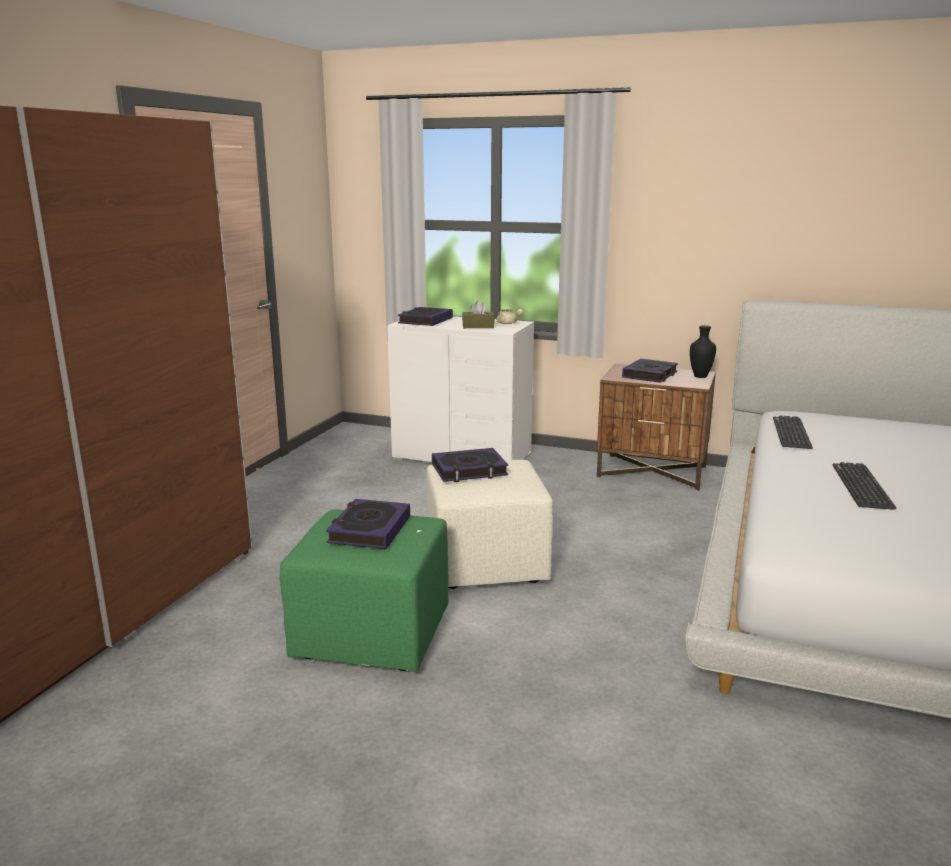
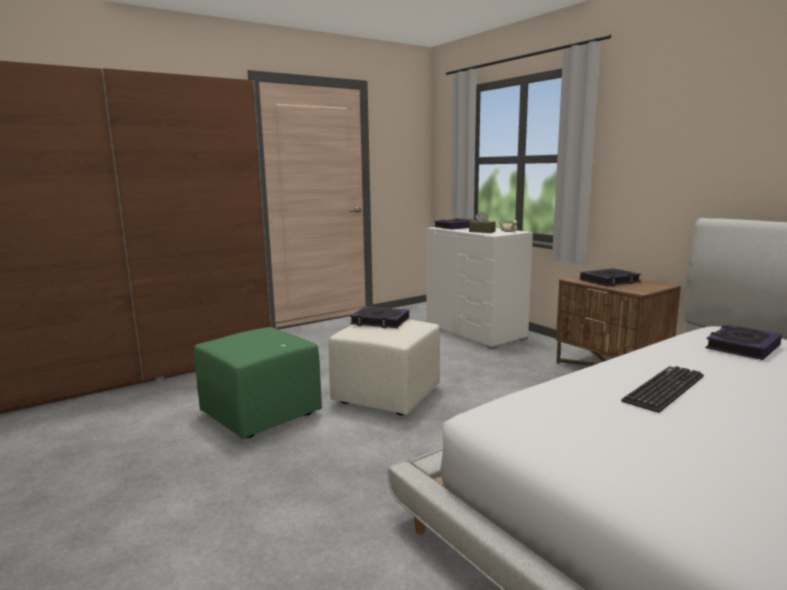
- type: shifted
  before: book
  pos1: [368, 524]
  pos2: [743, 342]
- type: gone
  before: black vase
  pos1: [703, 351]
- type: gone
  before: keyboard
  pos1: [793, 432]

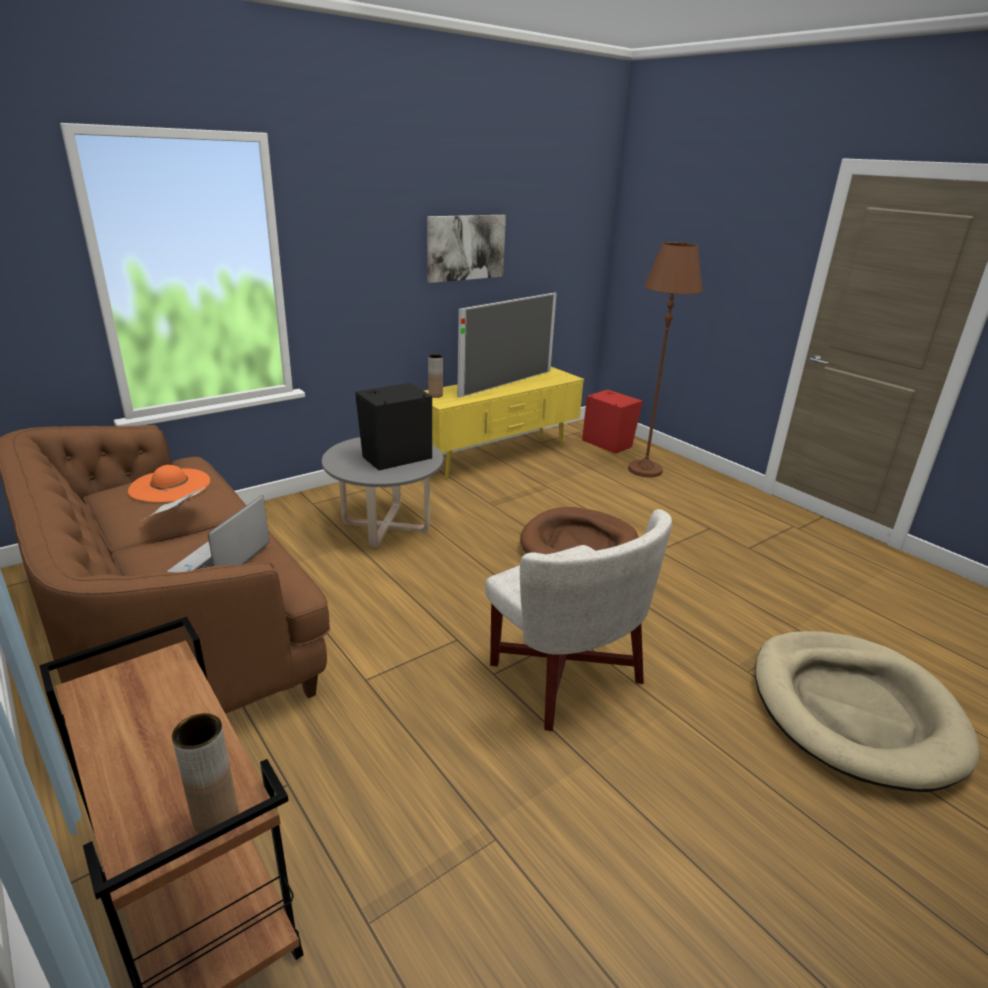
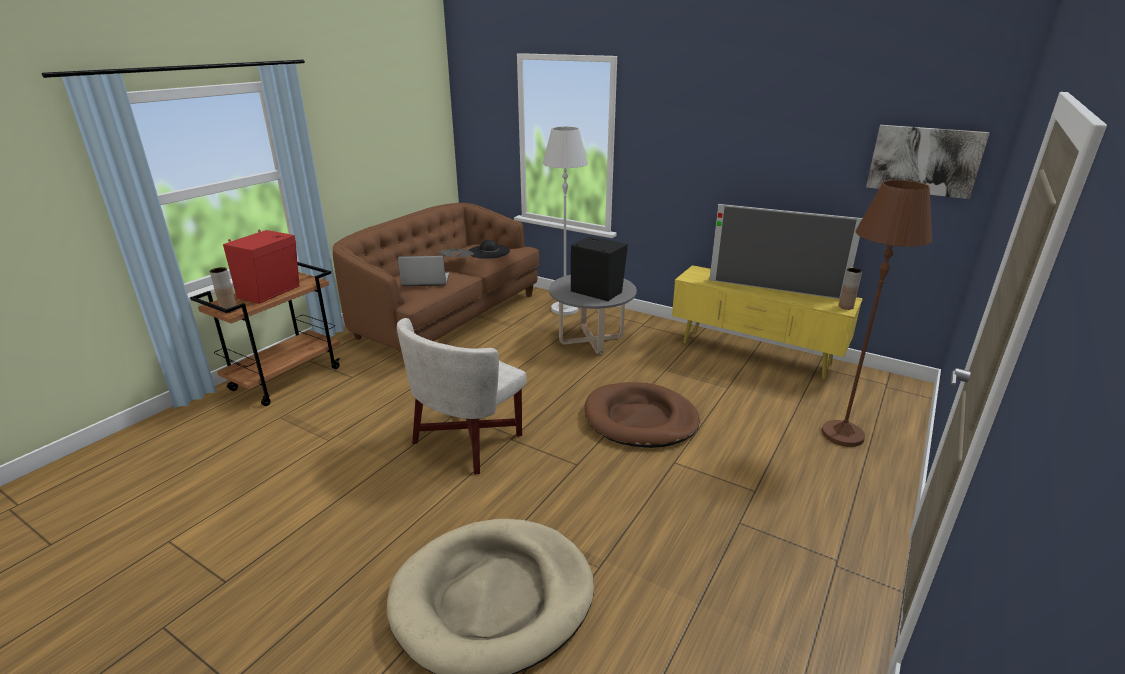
- type: repainted
  before: orange hat
  after: black hat
  pos1: [169, 483]
  pos2: [489, 249]
- type: shifted
  before: picture
  pos1: [466, 249]
  pos2: [928, 162]
- type: shifted
  before: brown vase
  pos1: [435, 376]
  pos2: [850, 289]
- type: shifted
  before: red speaker
  pos1: [612, 422]
  pos2: [261, 266]
- type: new
  after: white floor lamp
  pos2: [565, 220]

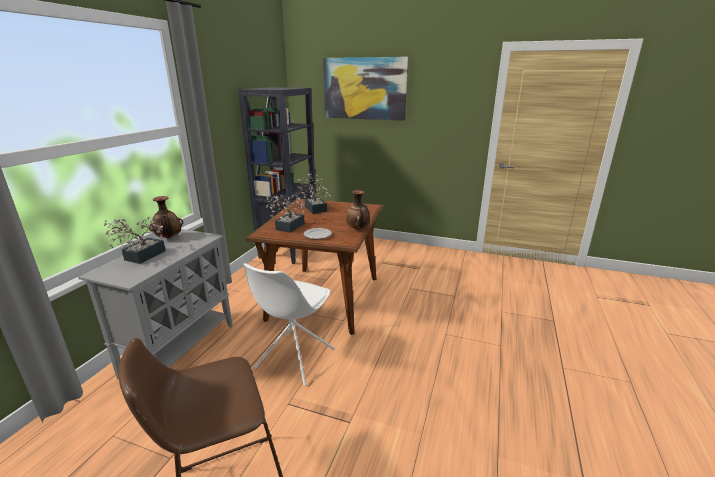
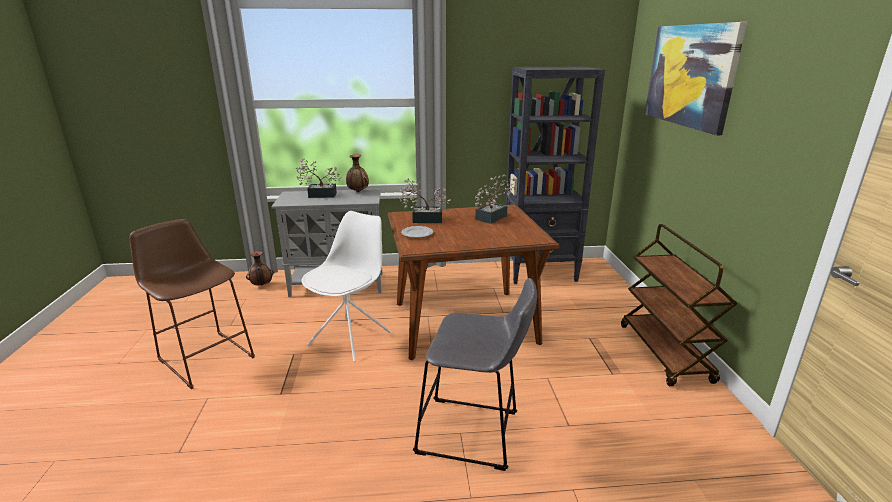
- type: rotated
  before: white chair
  pos1: [288, 324]
  pos2: [346, 286]
  turn: 120
- type: shifted
  before: vase
  pos1: [358, 210]
  pos2: [260, 268]
- type: new
  after: grey stool
  pos2: [475, 374]
- type: new
  after: brown cart
  pos2: [679, 305]

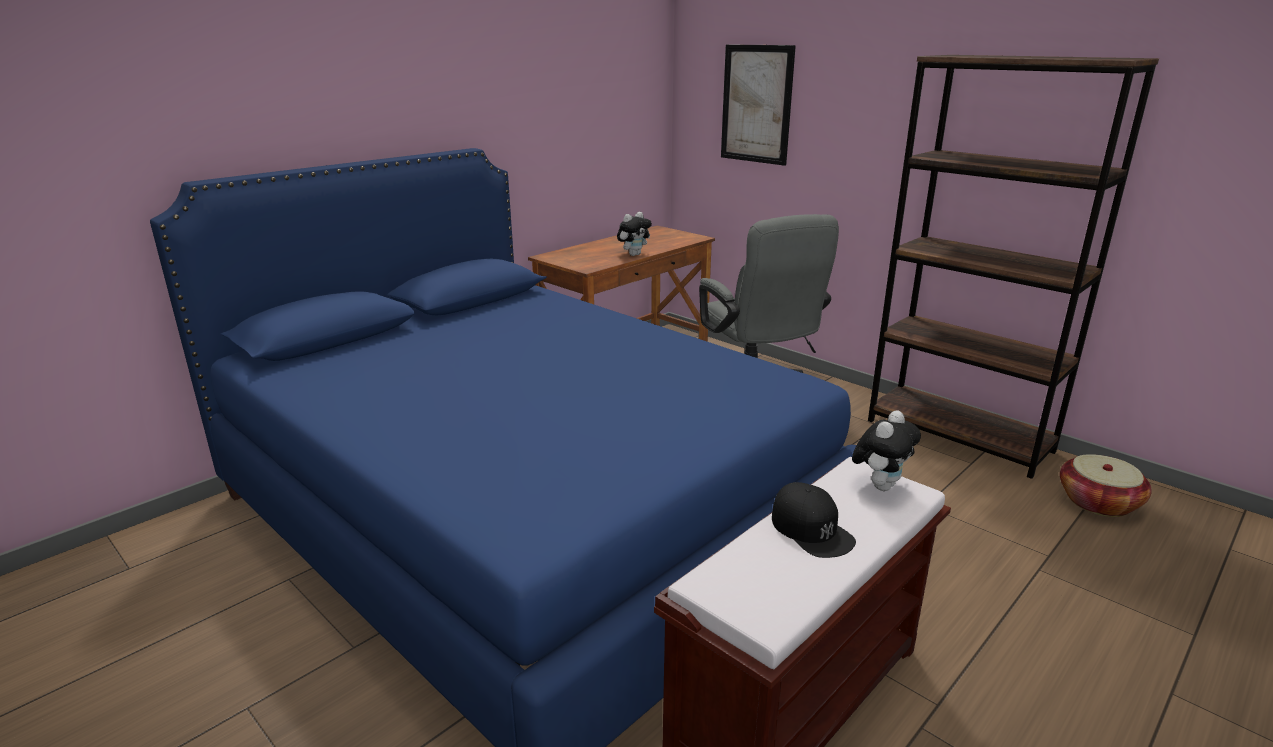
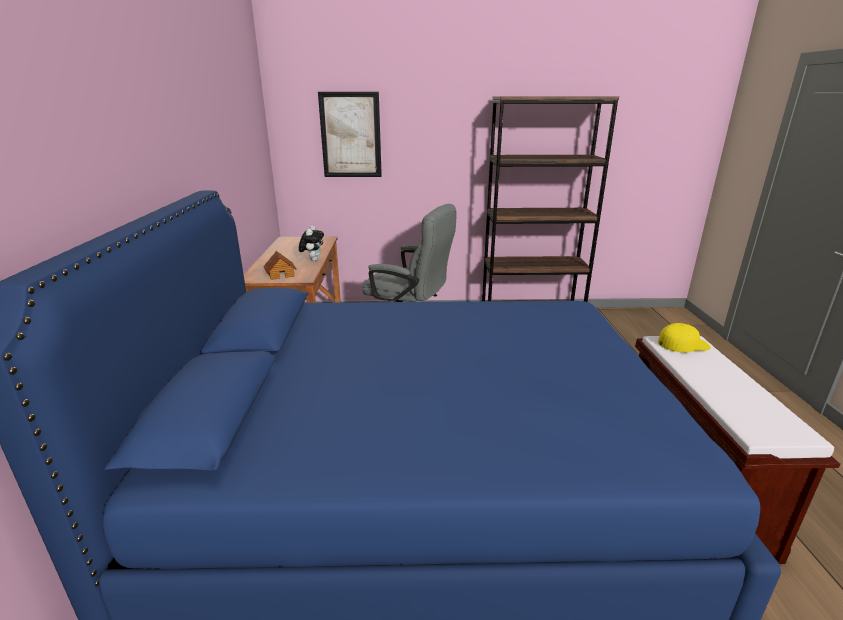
- type: gone
  before: black cap
  pos1: [814, 520]
- type: swapped
  before: plush toy
  after: yellow cap
  pos1: [886, 450]
  pos2: [684, 338]
- type: gone
  before: basket
  pos1: [1106, 485]
- type: new
  after: toy house
  pos2: [280, 265]

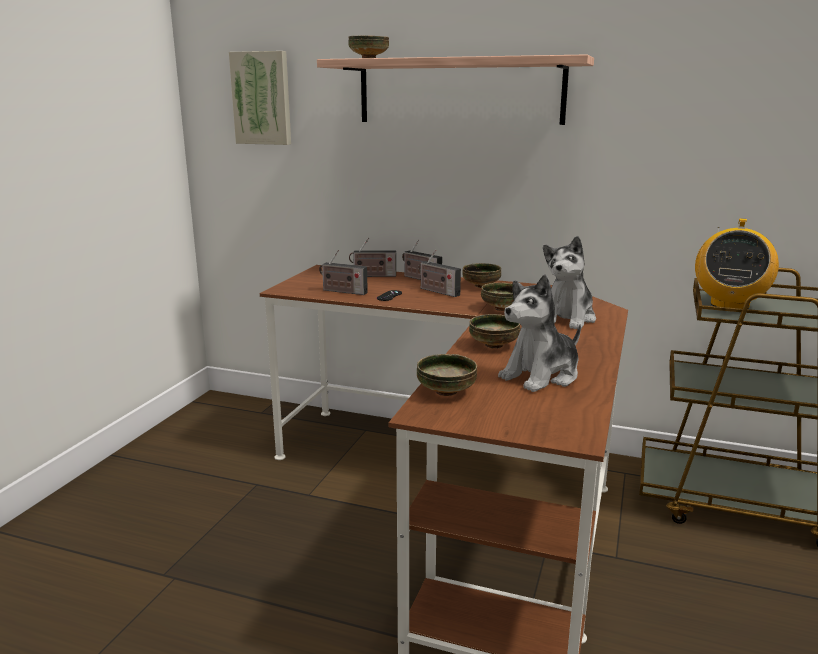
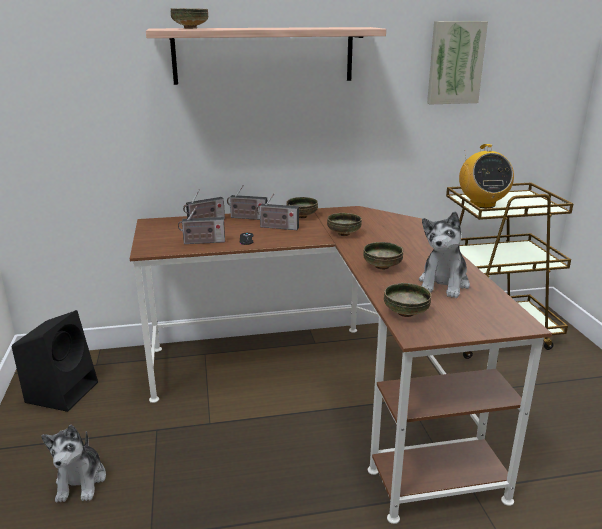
- type: shifted
  before: picture
  pos1: [260, 98]
  pos2: [457, 63]
- type: shifted
  before: plush toy
  pos1: [569, 282]
  pos2: [73, 464]
- type: new
  after: black speaker
  pos2: [55, 361]

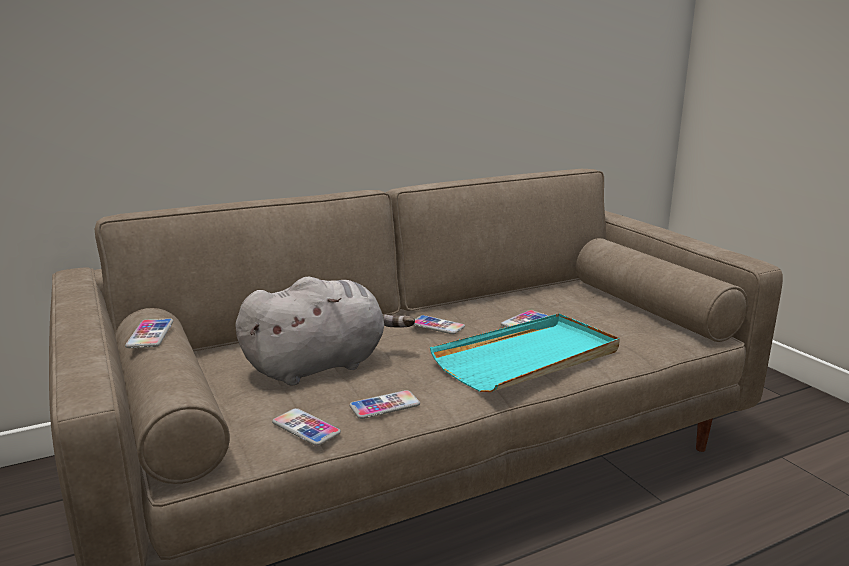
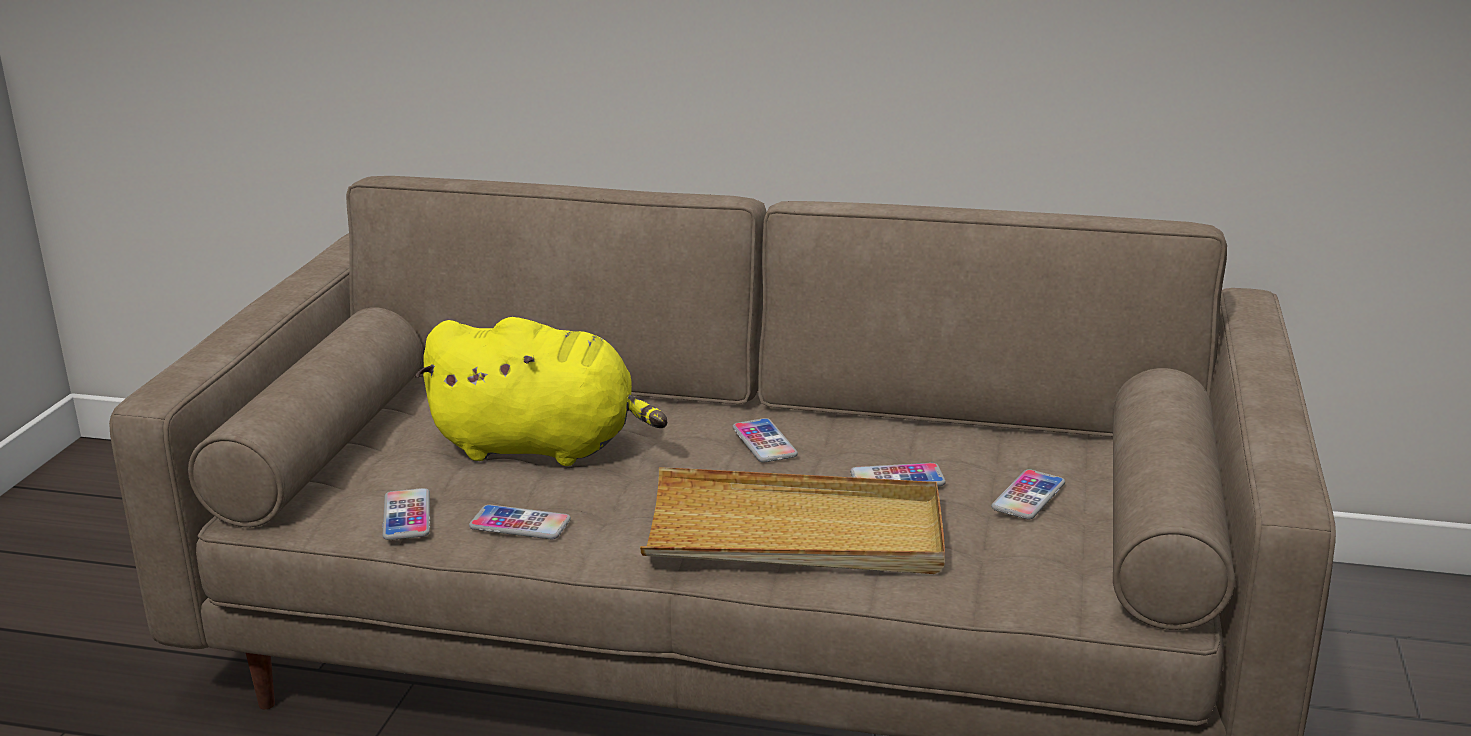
- type: shifted
  before: phone
  pos1: [149, 333]
  pos2: [1028, 494]
- type: repainted
  before: grey plush toy
  after: yellow plush toy
  pos1: [325, 331]
  pos2: [541, 391]
- type: repainted
  before: turquoise tray
  after: beige tray
  pos1: [525, 353]
  pos2: [792, 520]

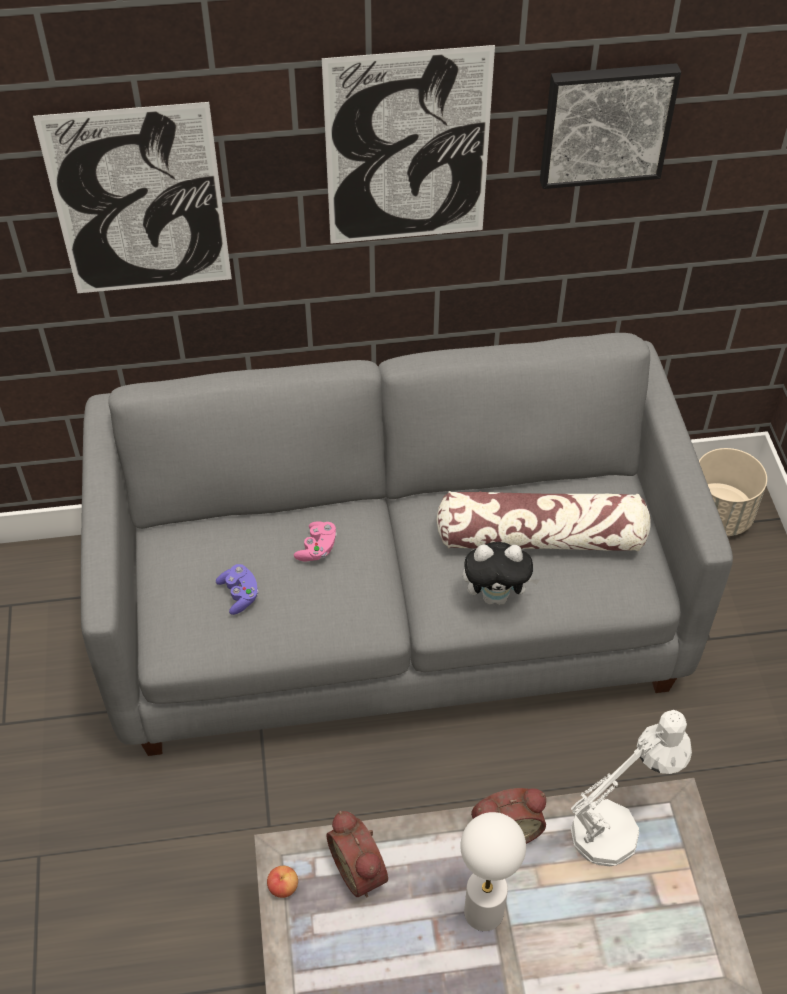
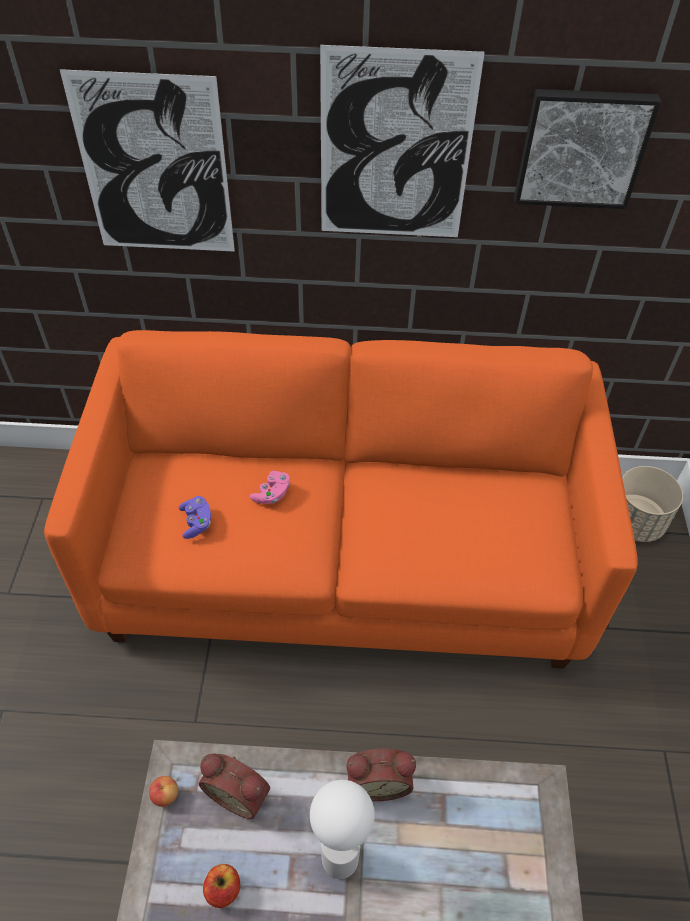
- type: repainted
  before: grey sofa
  after: orange sofa
  pos1: [407, 544]
  pos2: [341, 499]
- type: rotated
  before: alarm clock
  pos1: [357, 854]
  pos2: [234, 786]
  turn: -45
- type: gone
  before: pillow
  pos1: [543, 521]
- type: gone
  before: plush toy
  pos1: [501, 573]
- type: gone
  before: white table lamp
  pos1: [631, 788]
- type: new
  after: apple
  pos2: [221, 886]

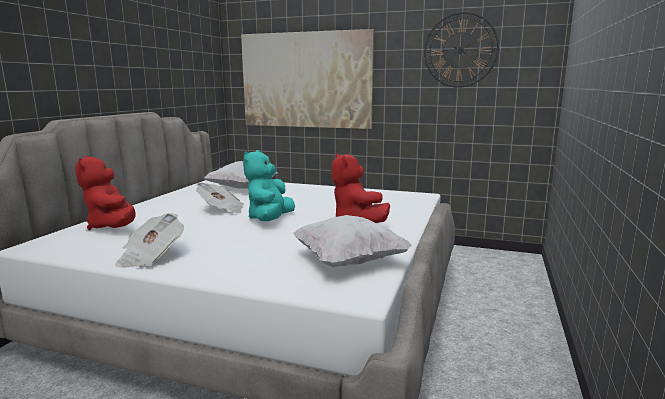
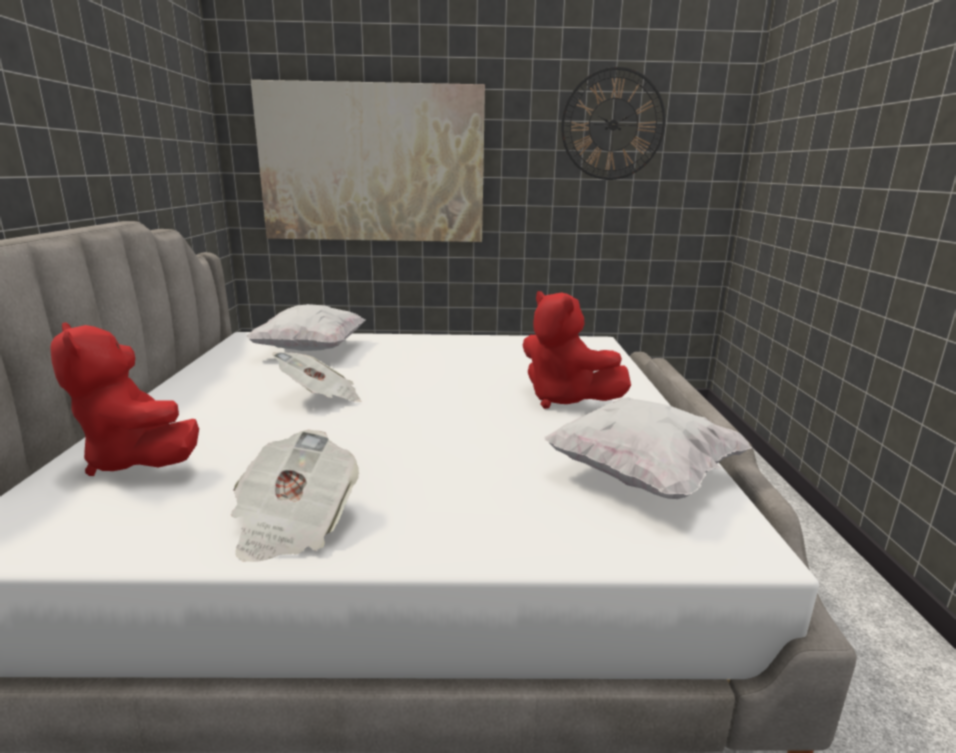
- type: gone
  before: turquoise plush toy
  pos1: [269, 185]

